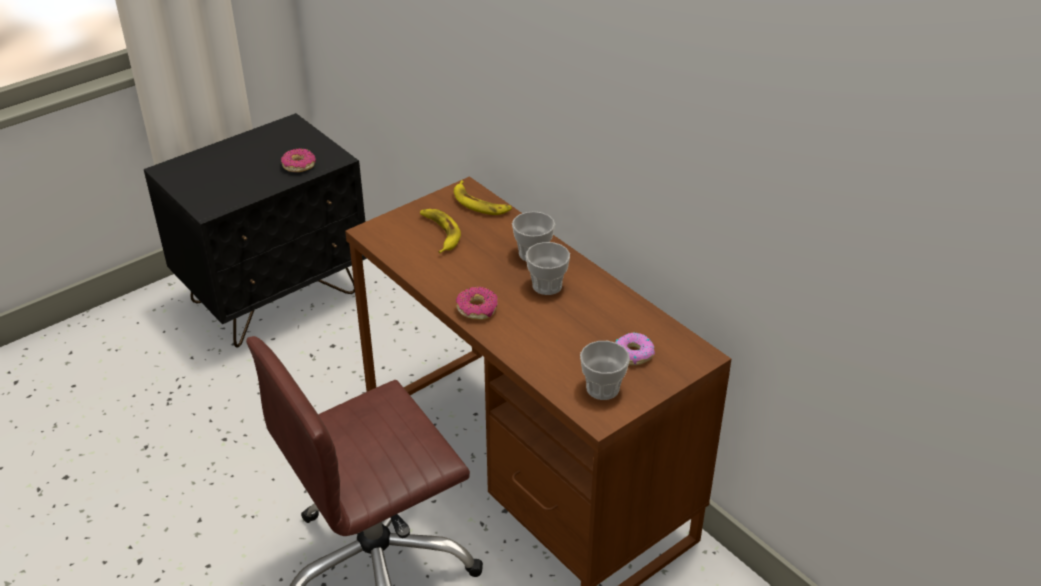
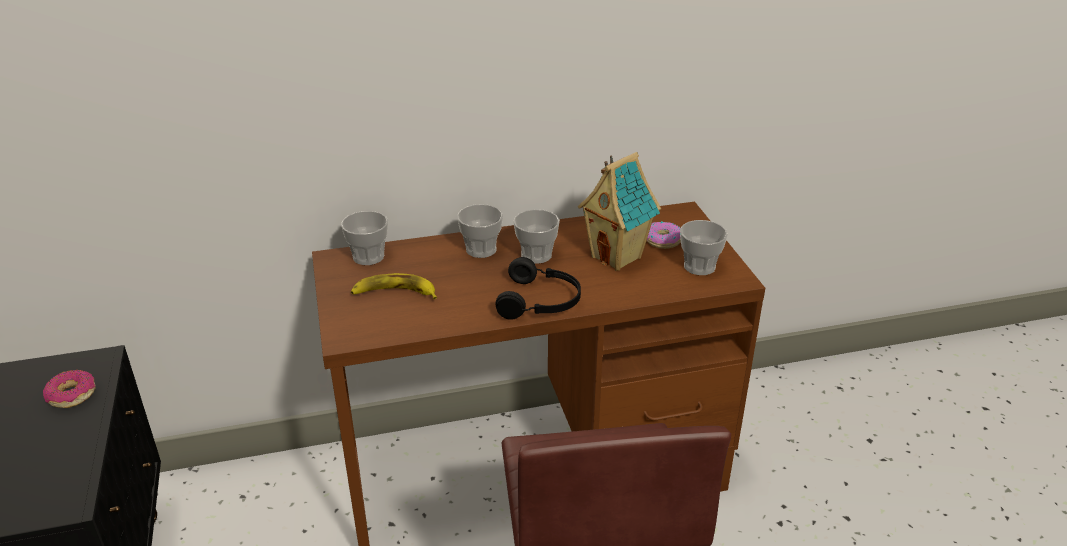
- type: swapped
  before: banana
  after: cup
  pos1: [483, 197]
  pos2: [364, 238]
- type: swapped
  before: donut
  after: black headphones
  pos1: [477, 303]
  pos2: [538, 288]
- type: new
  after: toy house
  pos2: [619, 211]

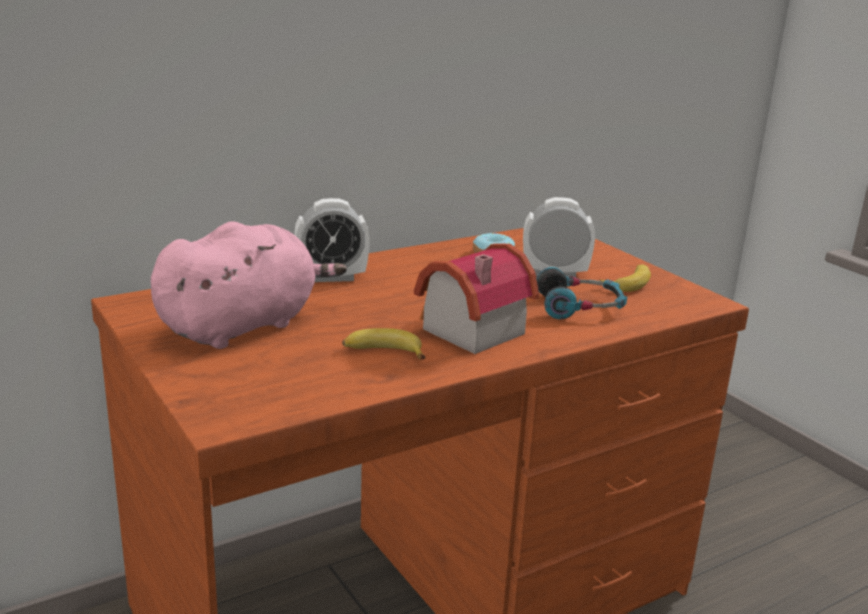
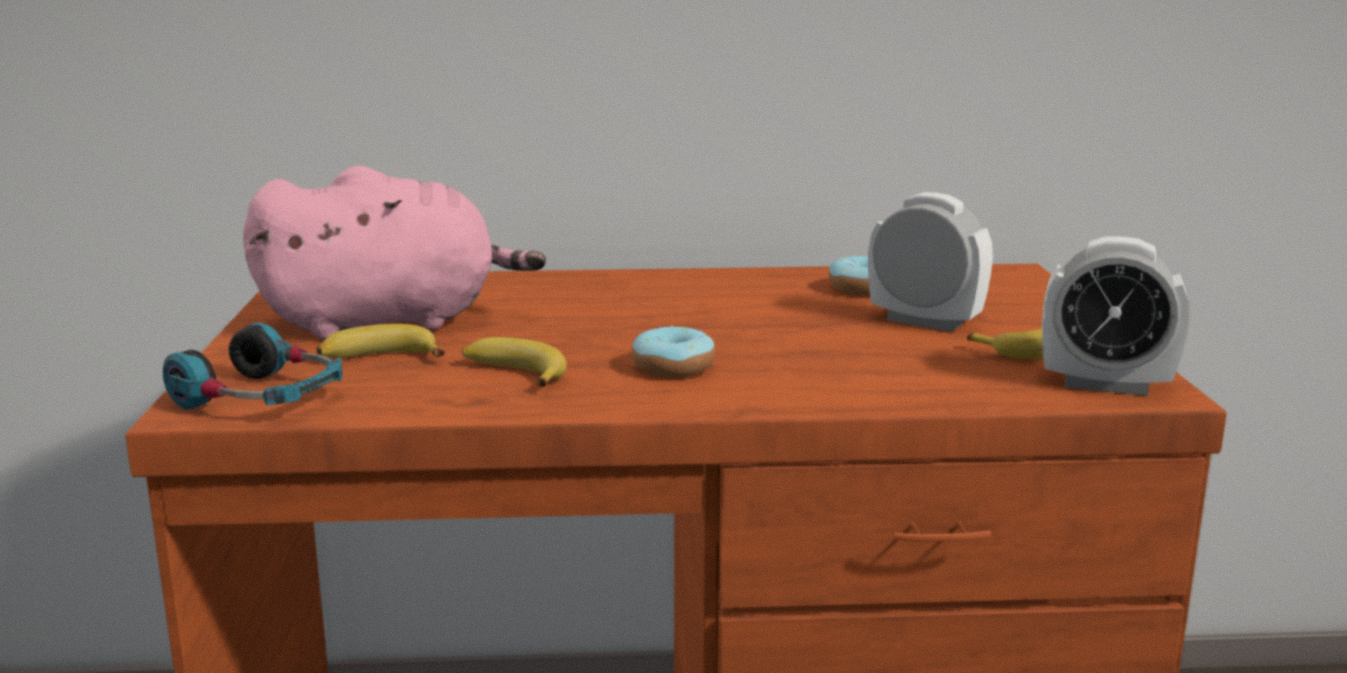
- type: shifted
  before: alarm clock
  pos1: [332, 240]
  pos2: [1115, 316]
- type: swapped
  before: toy house
  after: donut
  pos1: [476, 298]
  pos2: [673, 351]
- type: shifted
  before: headphones
  pos1: [581, 293]
  pos2: [253, 366]
- type: new
  after: banana
  pos2: [380, 341]

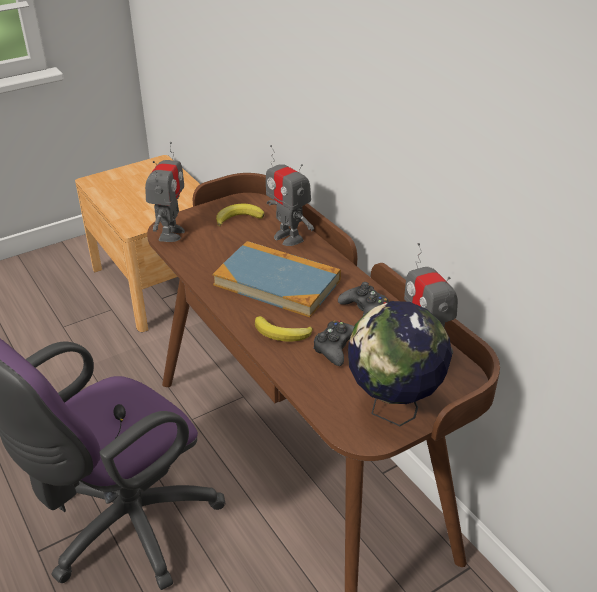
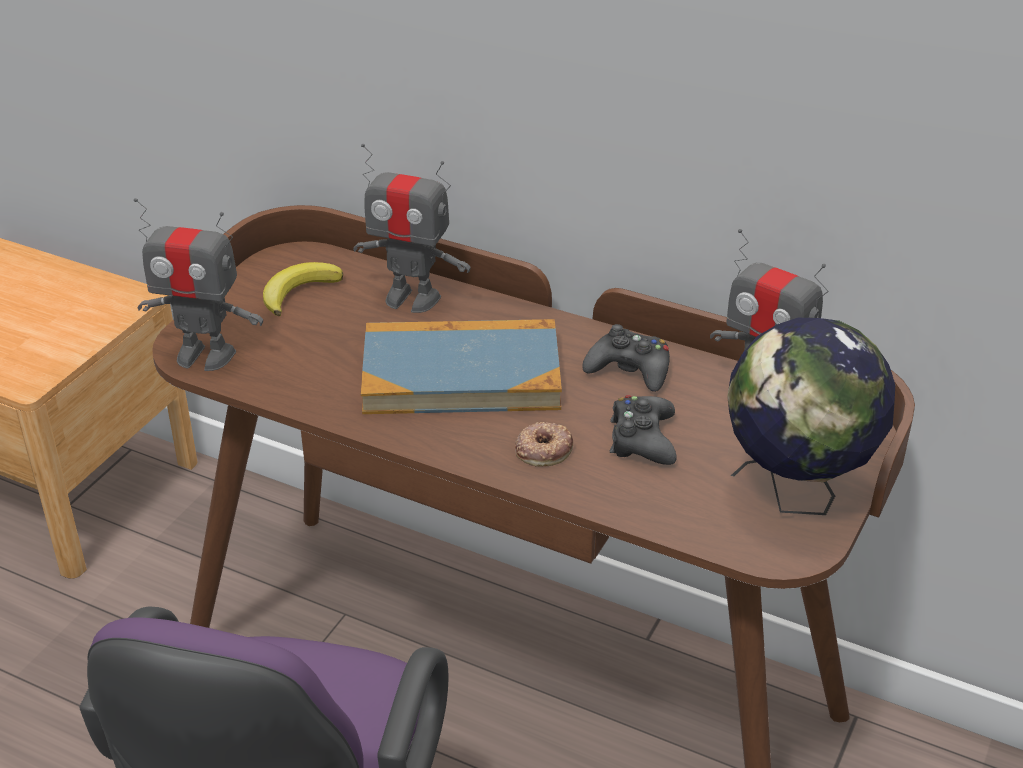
- type: rotated
  before: toy robot
  pos1: [165, 192]
  pos2: [198, 284]
  turn: 120
- type: swapped
  before: banana
  after: donut
  pos1: [284, 328]
  pos2: [544, 444]

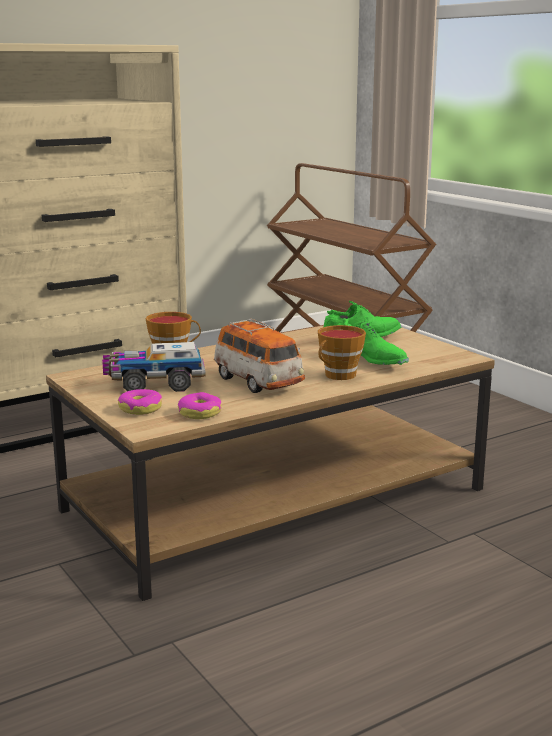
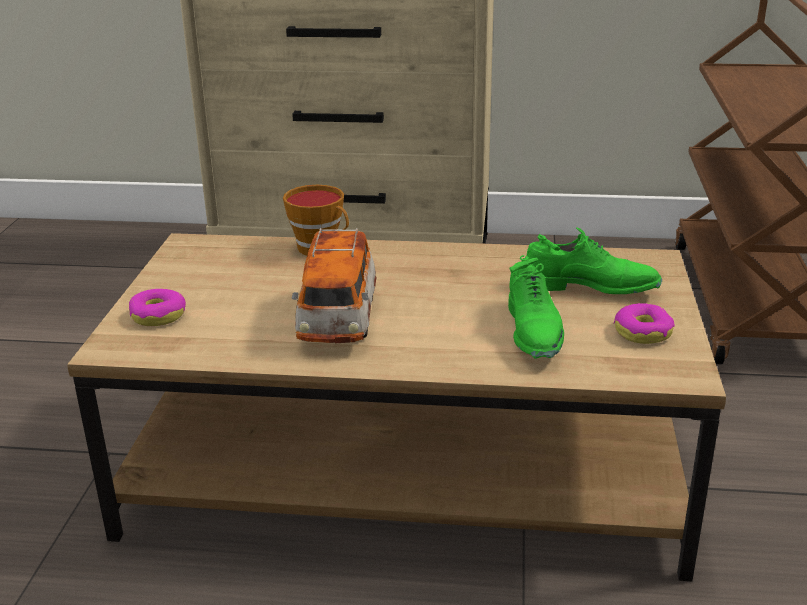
- type: gone
  before: toy truck
  pos1: [153, 367]
- type: shifted
  before: donut
  pos1: [200, 405]
  pos2: [644, 323]
- type: gone
  before: cup
  pos1: [342, 352]

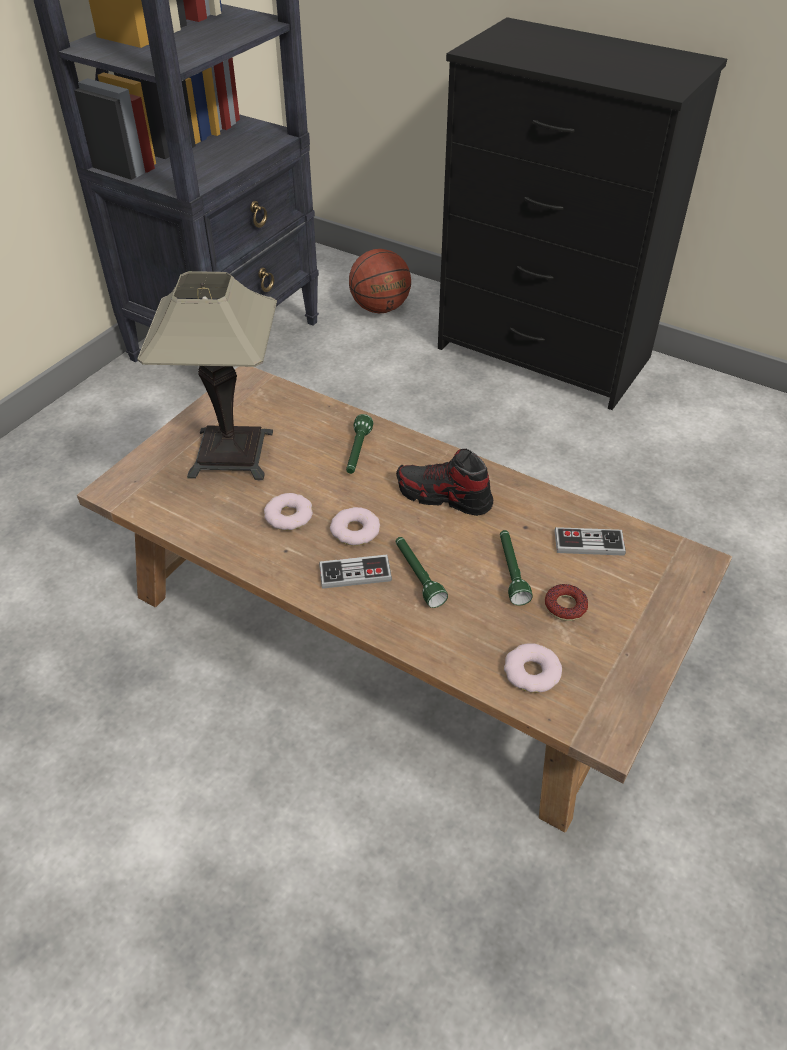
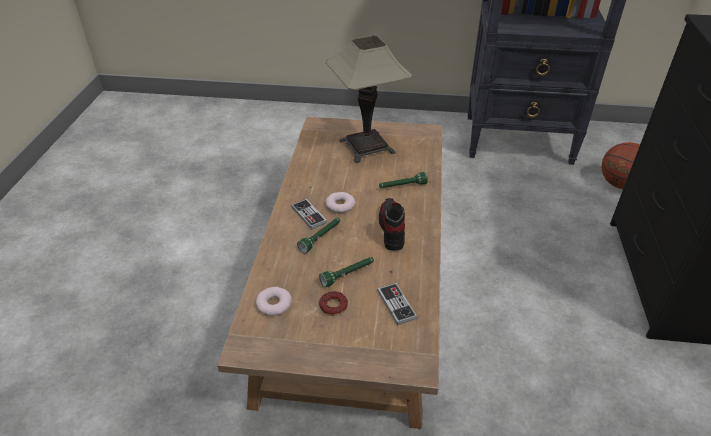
- type: gone
  before: donut
  pos1: [288, 511]

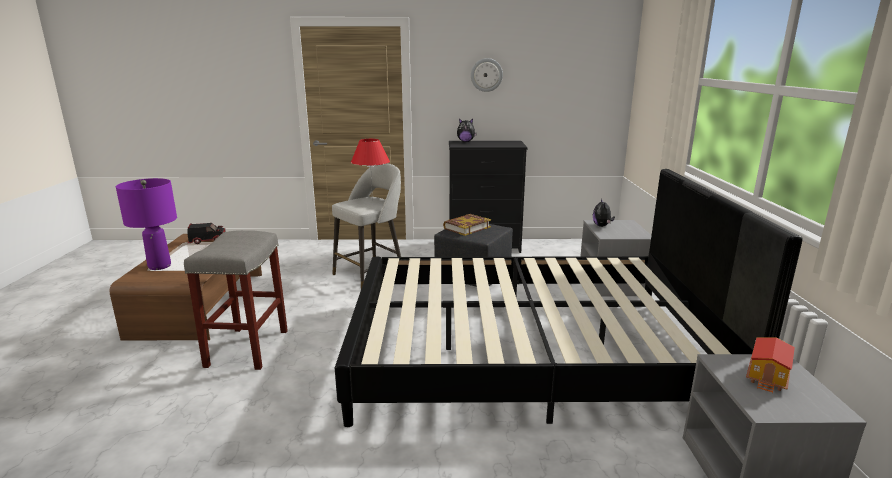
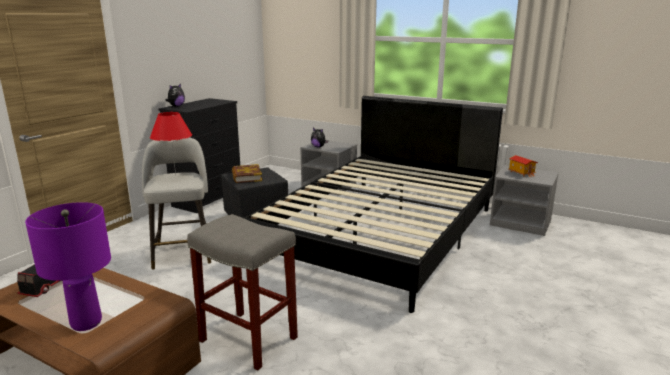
- type: gone
  before: wall clock
  pos1: [487, 75]

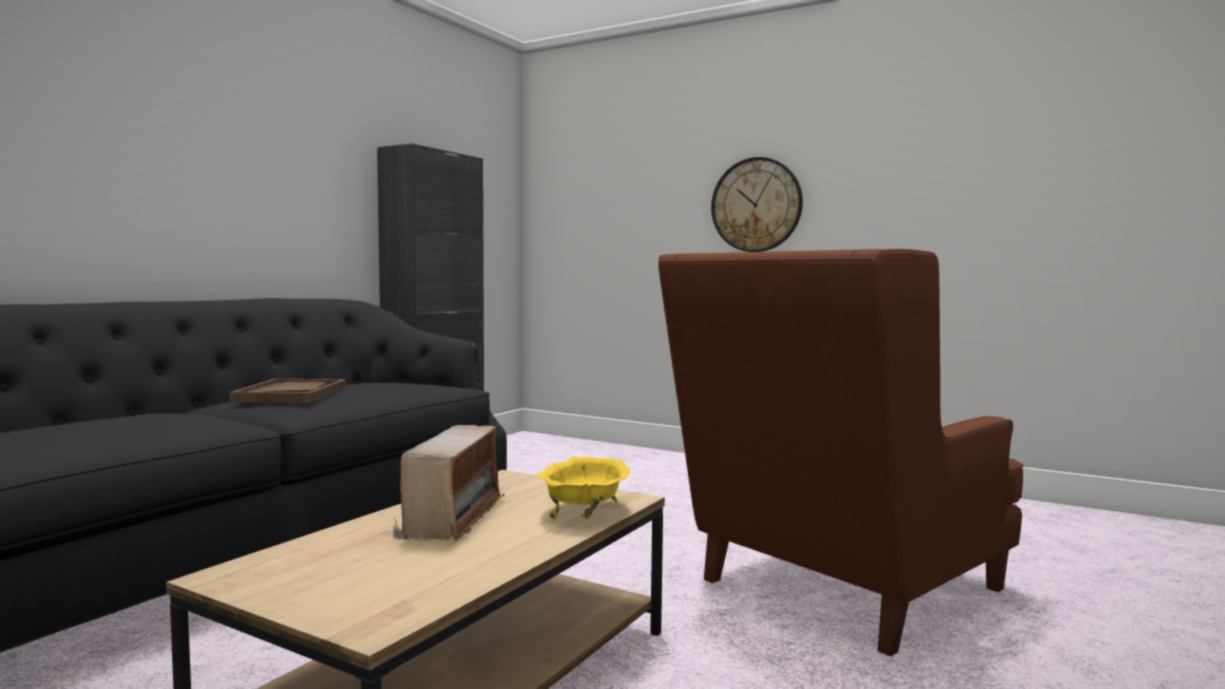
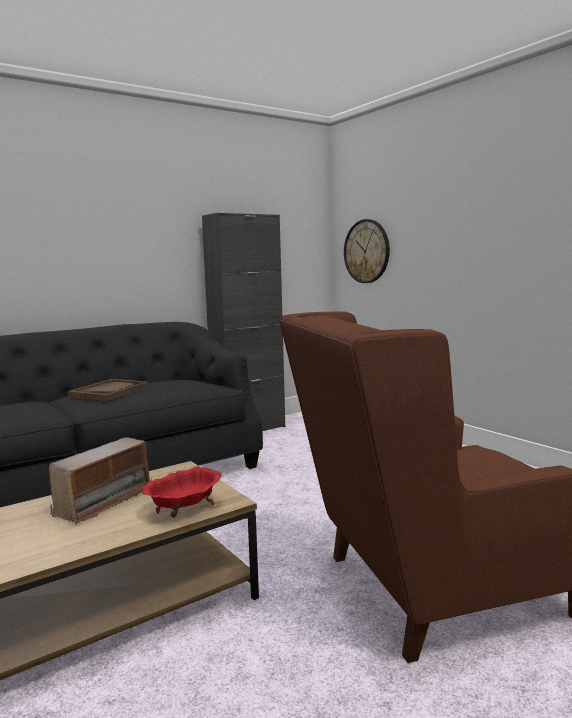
- type: repainted
  before: yellow bowl
  after: red bowl
  pos1: [583, 487]
  pos2: [181, 492]
- type: shifted
  before: wall clock
  pos1: [757, 204]
  pos2: [367, 251]

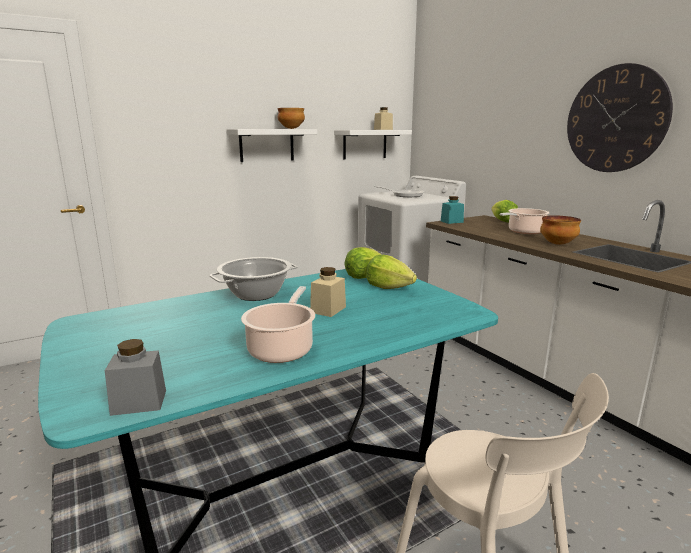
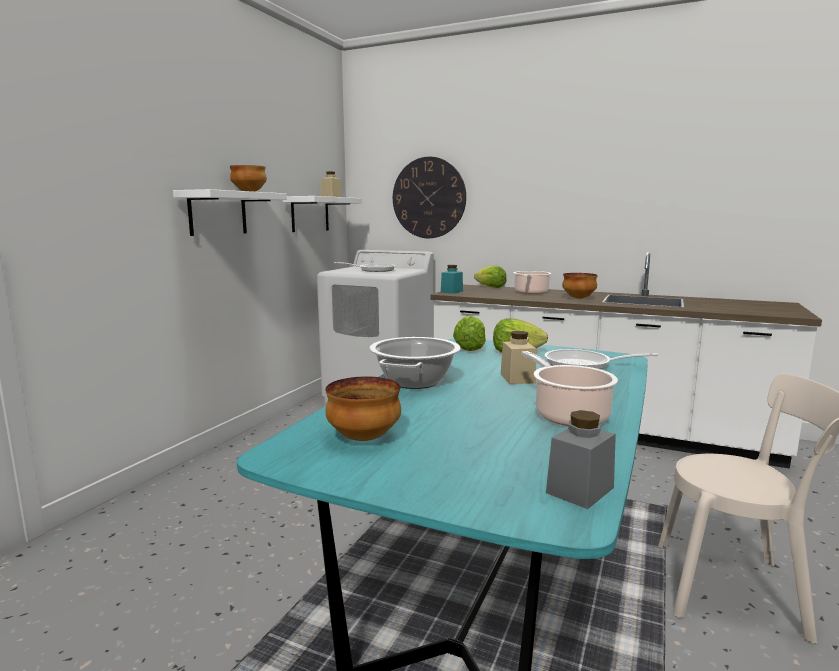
- type: shifted
  before: wall clock
  pos1: [620, 117]
  pos2: [429, 197]
- type: new
  after: bowl
  pos2: [363, 408]
- type: new
  after: frying pan
  pos2: [601, 359]

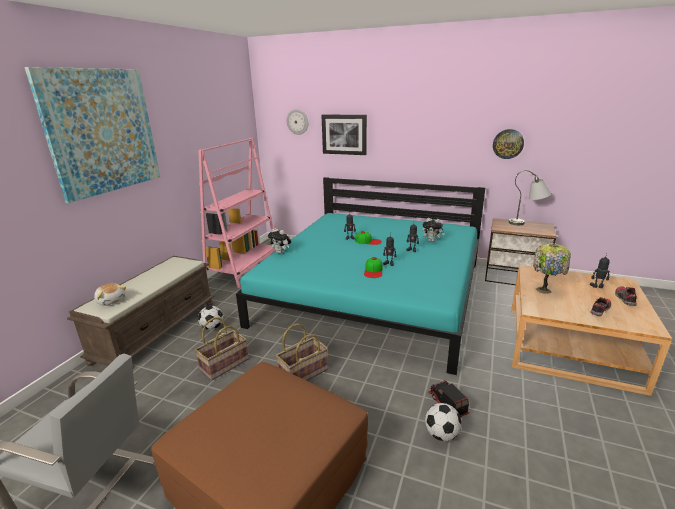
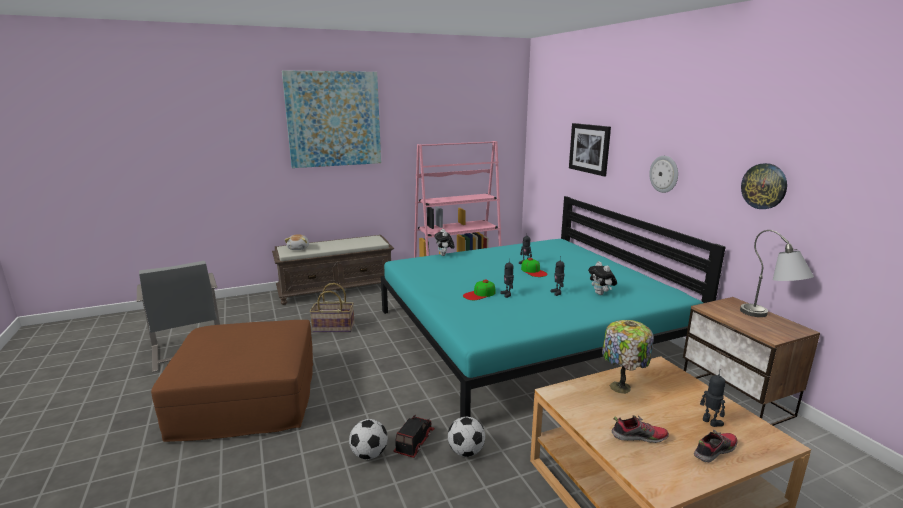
- type: shifted
  before: football
  pos1: [210, 318]
  pos2: [466, 437]
- type: gone
  before: basket
  pos1: [302, 352]
- type: shifted
  before: wall clock
  pos1: [298, 122]
  pos2: [663, 174]

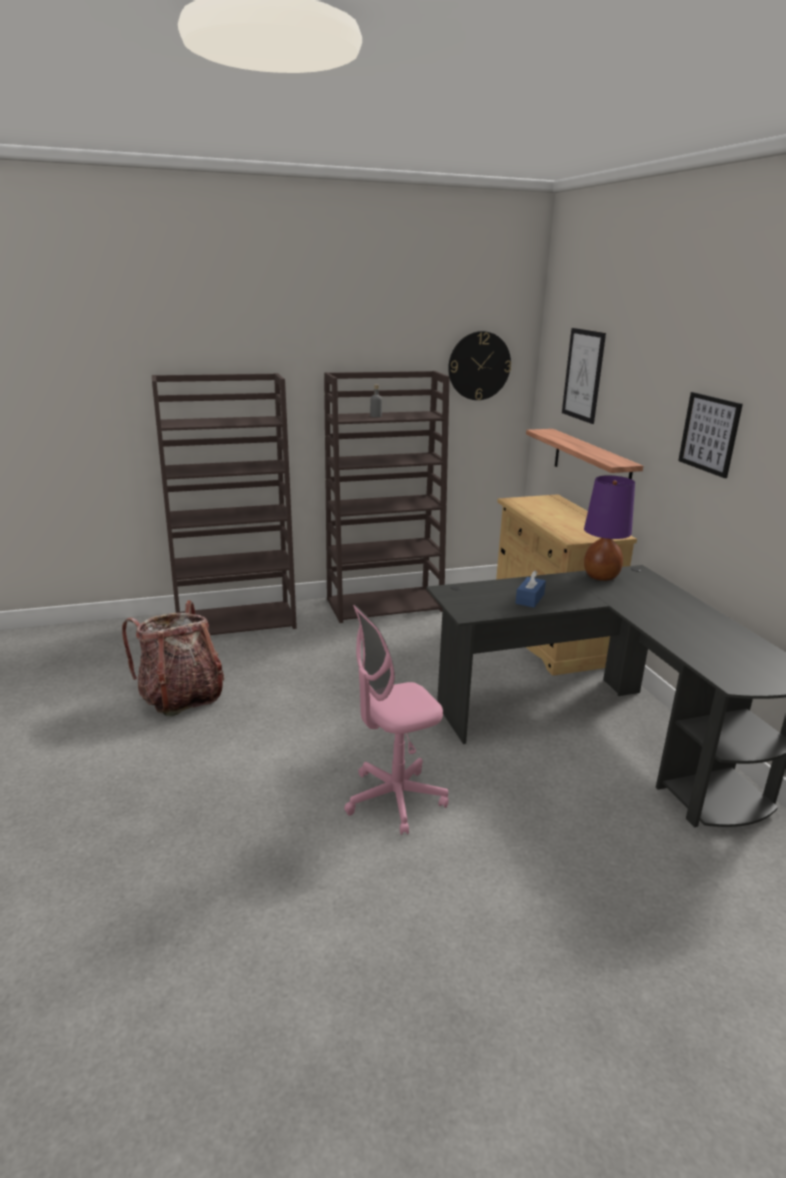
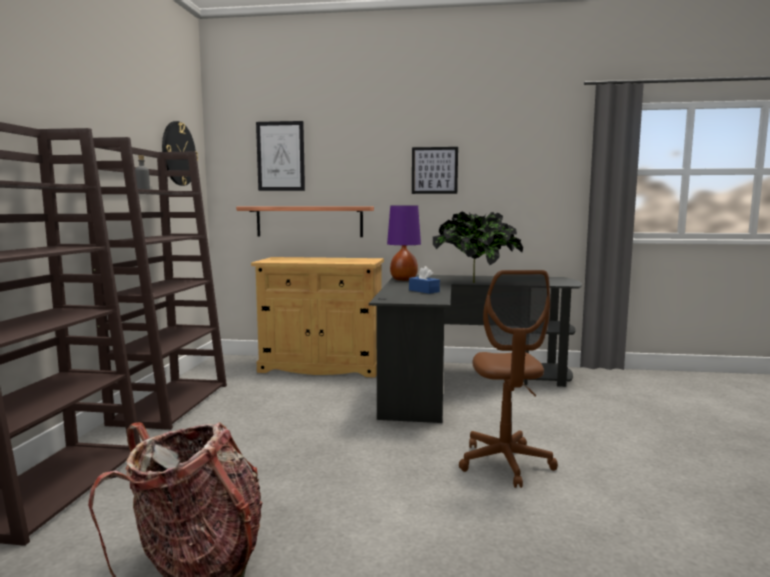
- type: repainted
  before: pink office chair
  after: brown office chair
  pos1: [396, 720]
  pos2: [508, 379]
- type: new
  after: potted plant
  pos2: [478, 247]

